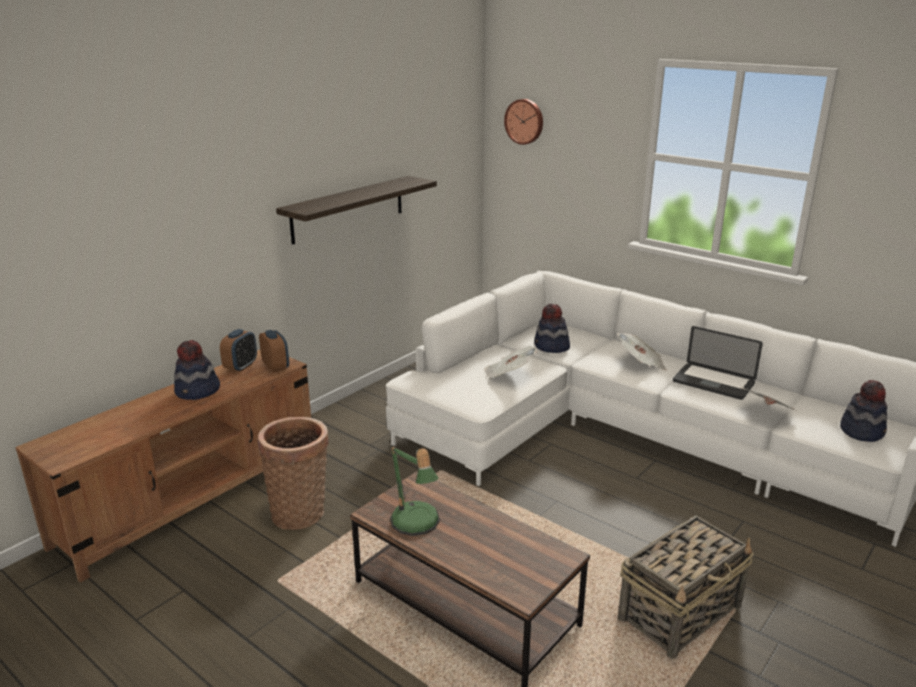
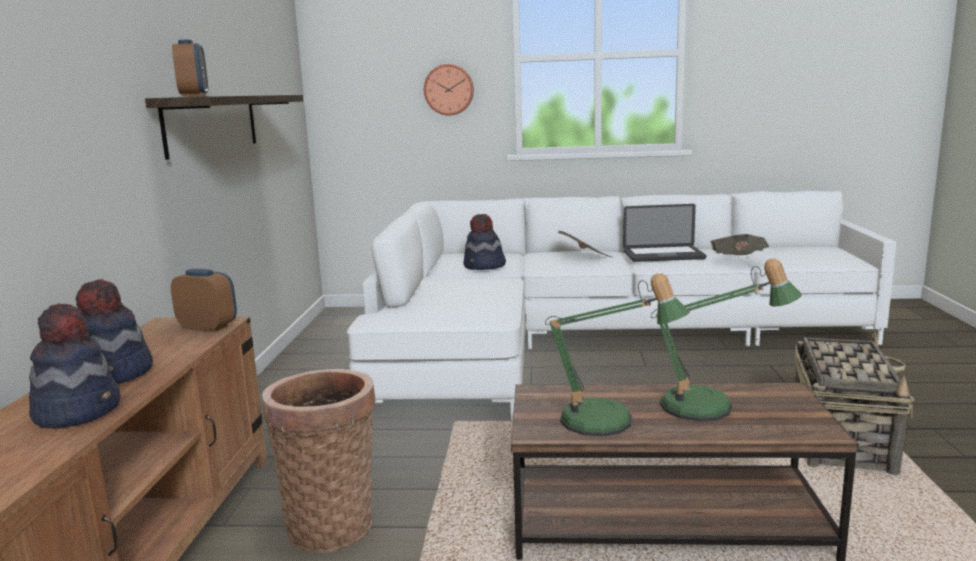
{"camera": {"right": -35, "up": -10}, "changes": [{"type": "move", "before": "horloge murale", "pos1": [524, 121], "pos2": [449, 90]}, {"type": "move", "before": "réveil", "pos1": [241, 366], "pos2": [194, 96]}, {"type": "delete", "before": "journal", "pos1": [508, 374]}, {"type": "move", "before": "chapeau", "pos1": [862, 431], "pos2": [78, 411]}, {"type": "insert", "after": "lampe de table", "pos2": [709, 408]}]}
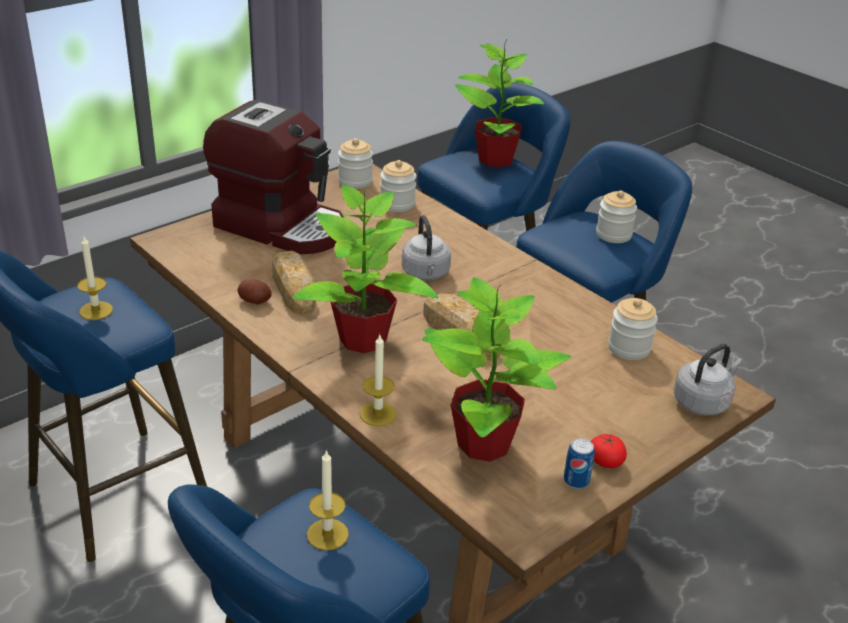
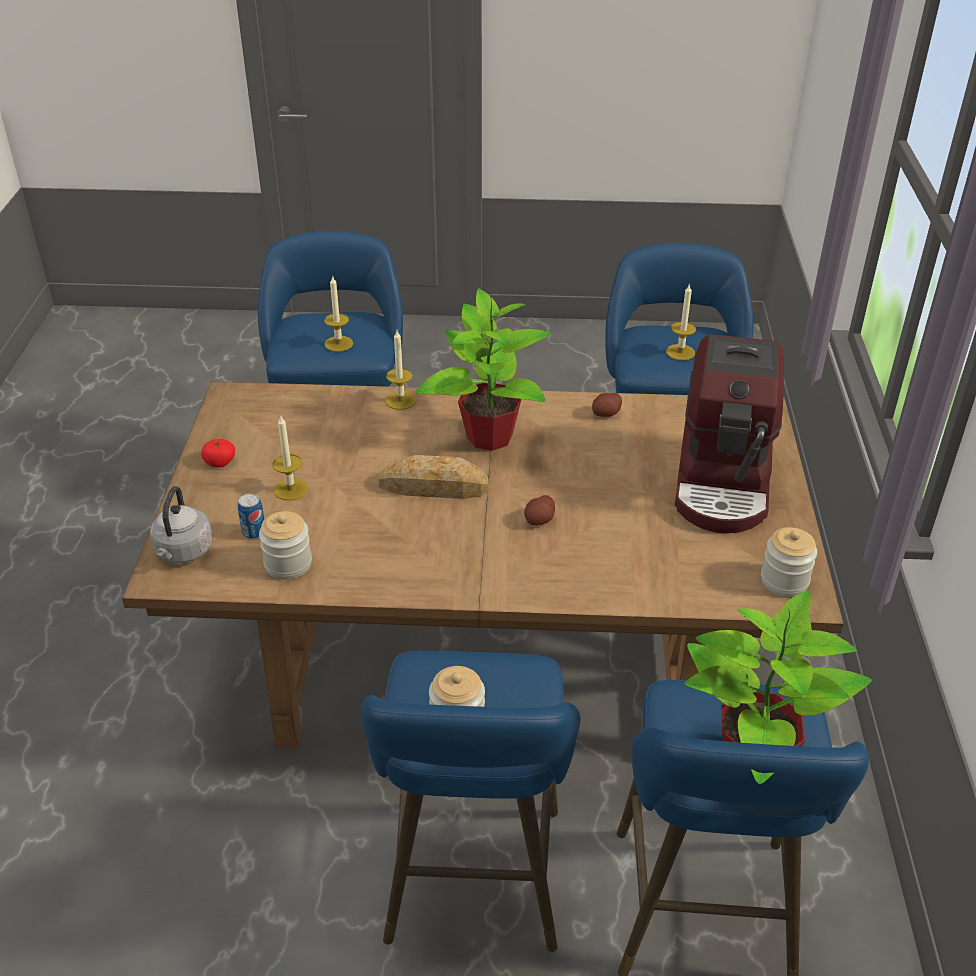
{"camera": {"right": 135, "up": 5}, "changes": [{"type": "rotate", "before": "machine à café", "pos1": [281, 226], "pos2": [724, 482], "turn": -60}, {"type": "delete", "before": "bocal", "pos1": [397, 204]}, {"type": "replace", "before": "bouilloire/gris", "after": "pomme de terre", "pos1": [426, 274], "pos2": [539, 520]}, {"type": "delete", "before": "pain", "pos1": [293, 287]}, {"type": "delete", "before": "plante en pot", "pos1": [485, 444]}, {"type": "move", "before": "boîte métallique", "pos1": [576, 481], "pos2": [254, 532]}, {"type": "insert", "after": "bougie", "pos2": [290, 489]}]}
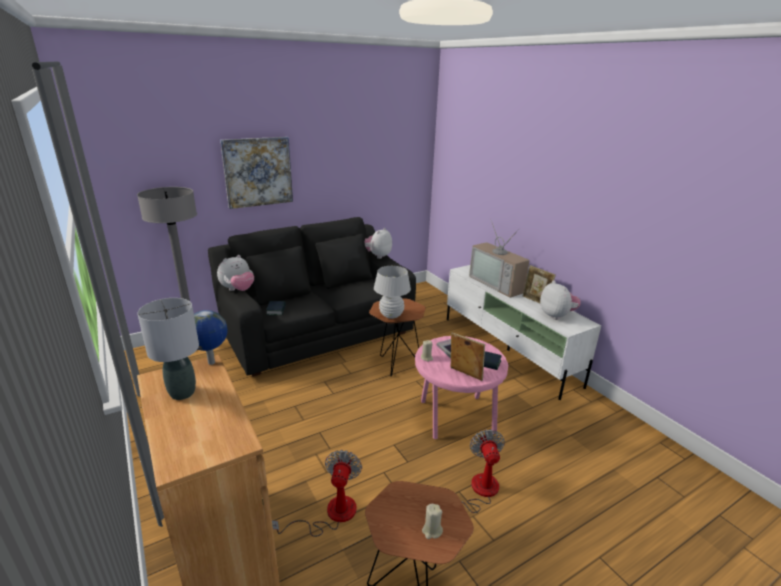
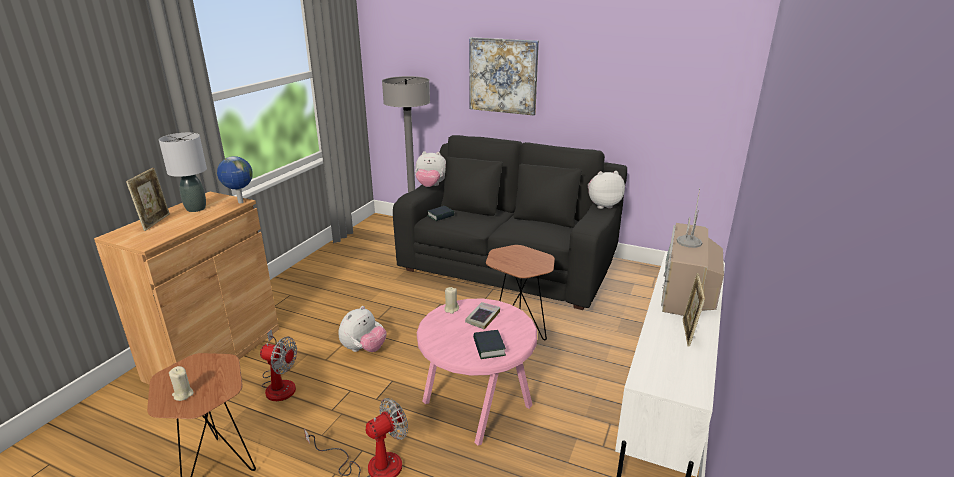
{"camera": {"right": 55, "up": 0}, "changes": [{"type": "delete", "before": "lampe de table/blanc", "pos1": [391, 315]}, {"type": "move", "before": "peluche", "pos1": [557, 315], "pos2": [364, 349]}, {"type": "move", "before": "cadre photo", "pos1": [465, 374], "pos2": [155, 222]}, {"type": "rotate", "before": "ventilateur", "pos1": [331, 514], "pos2": [280, 384], "turn": 45}]}
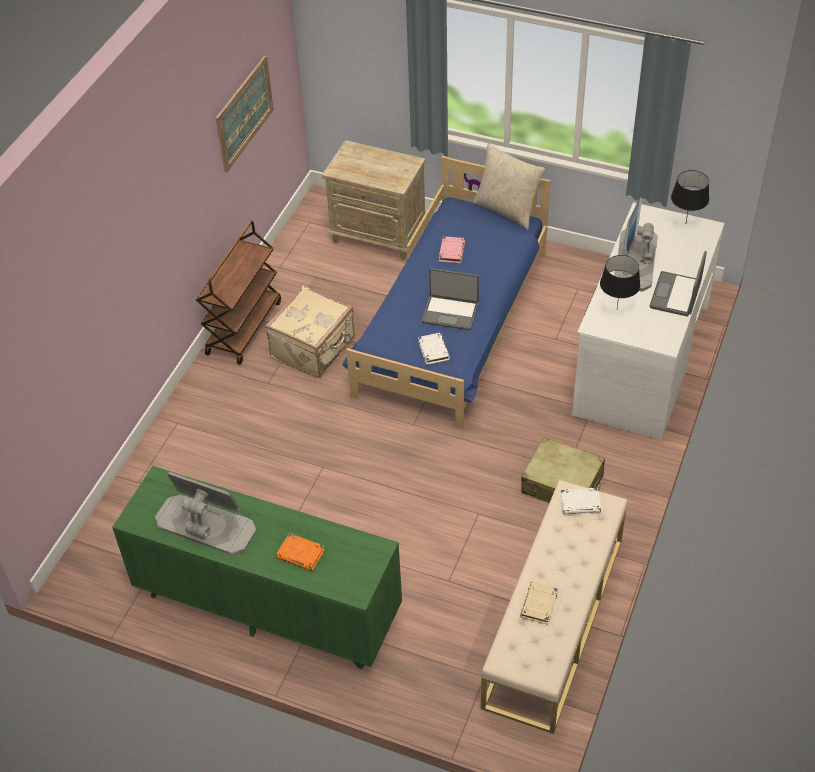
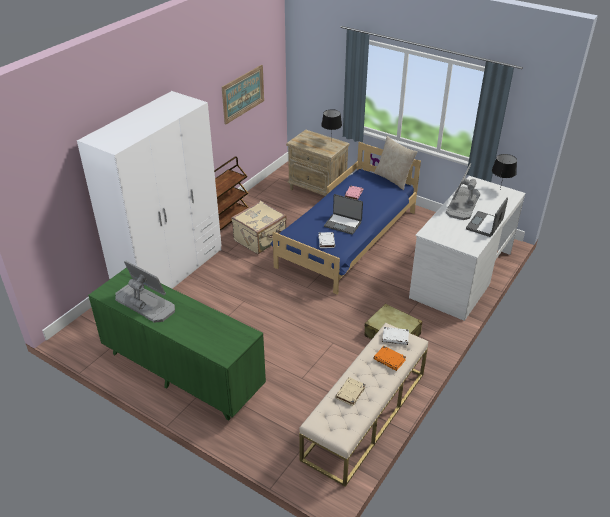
{"camera": {"right": 10, "up": -10}, "changes": [{"type": "move", "before": "lampe de table/noir", "pos1": [617, 309], "pos2": [331, 141]}, {"type": "move", "before": "livre/orange", "pos1": [301, 554], "pos2": [390, 360]}, {"type": "insert", "after": "armoire/blanc", "pos2": [170, 271]}]}
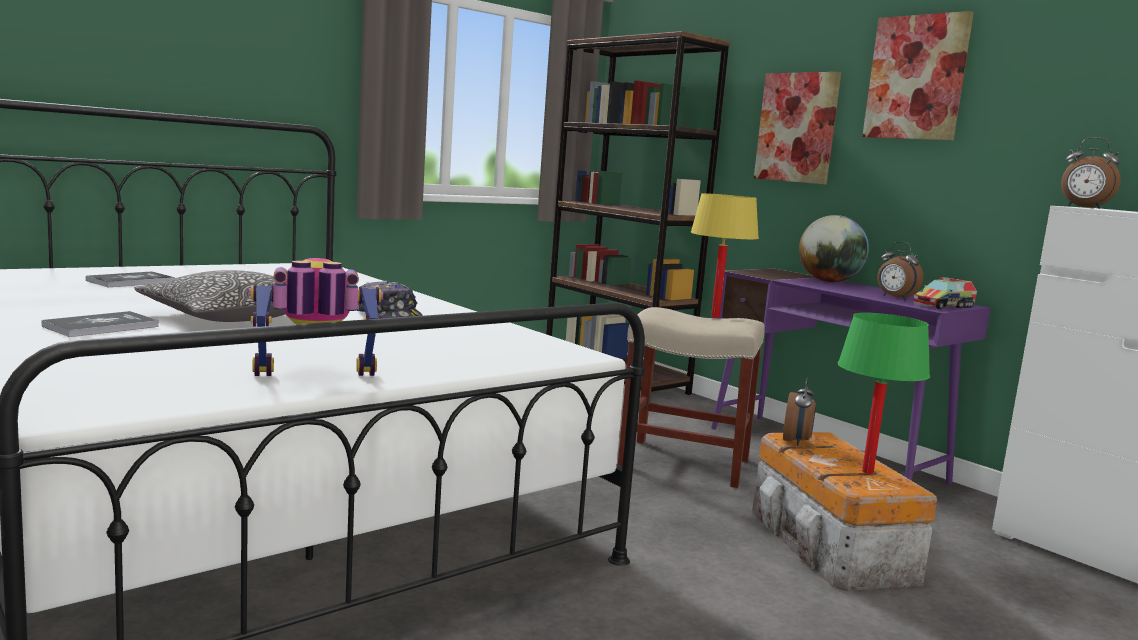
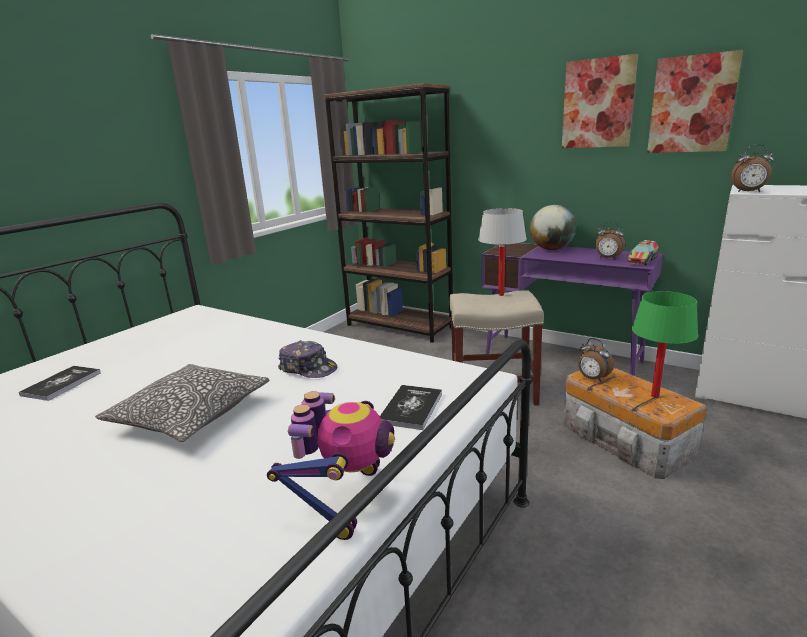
{"camera": {"right": -15, "up": 10}, "changes": [{"type": "move", "before": "tableau", "pos1": [797, 127], "pos2": [692, 104]}, {"type": "recolor", "before": "lampe de table/jaune", "after": "lampe de table/blanc", "pos1": [715, 317], "pos2": [501, 295]}, {"type": "rotate", "before": "robot jouet", "pos1": [315, 379], "pos2": [344, 498], "turn": 135}, {"type": "move", "before": "livre", "pos1": [101, 326], "pos2": [411, 408]}, {"type": "rotate", "before": "réveil", "pos1": [796, 441], "pos2": [592, 378], "turn": 135}]}
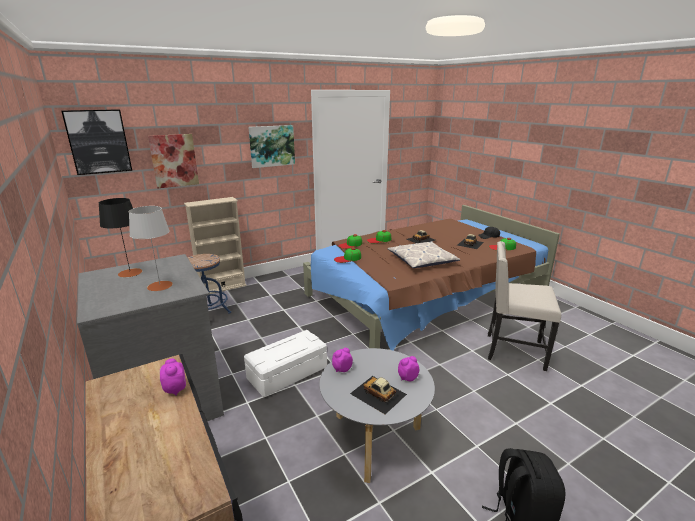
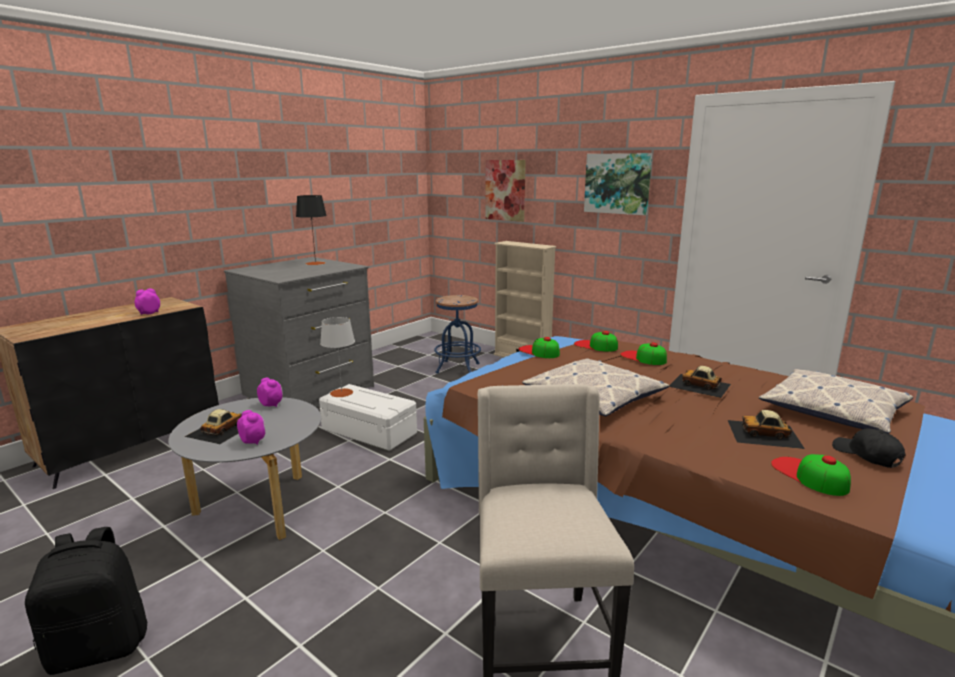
{"camera": {"right": 70, "up": -5}, "changes": [{"type": "delete", "before": "tableau", "pos1": [98, 141]}, {"type": "move", "before": "lampe de table/gris", "pos1": [160, 286], "pos2": [341, 393]}, {"type": "insert", "after": "coussin", "pos2": [833, 411]}]}
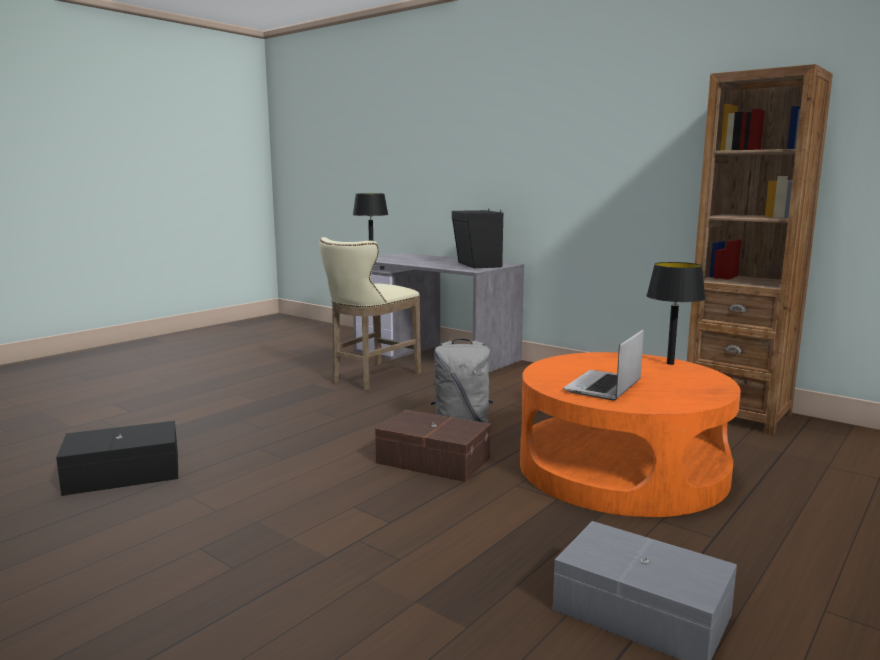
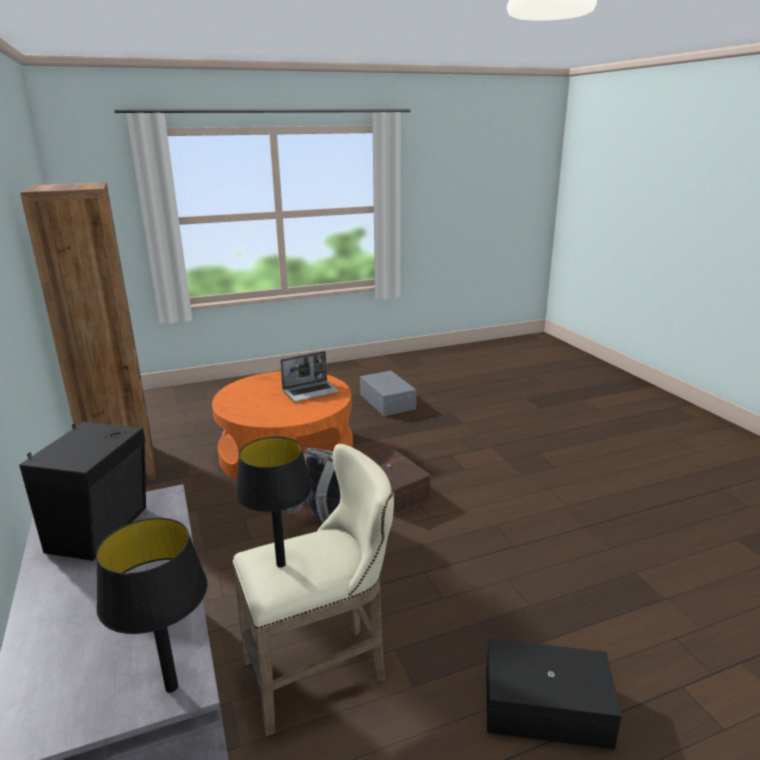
{"camera": {"right": -150, "up": 10}, "changes": [{"type": "move", "before": "lampe de table/noir", "pos1": [670, 363], "pos2": [281, 564]}, {"type": "move", "before": "boîte de rangement/noir", "pos1": [124, 474], "pos2": [544, 705]}]}
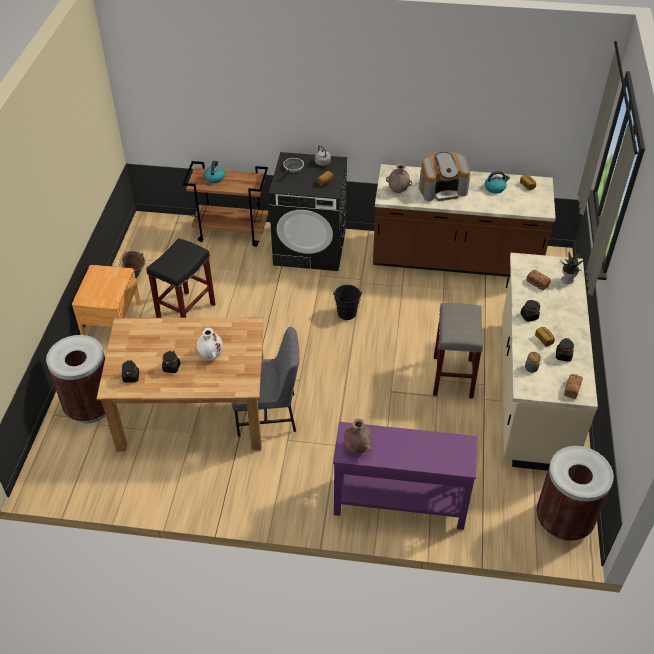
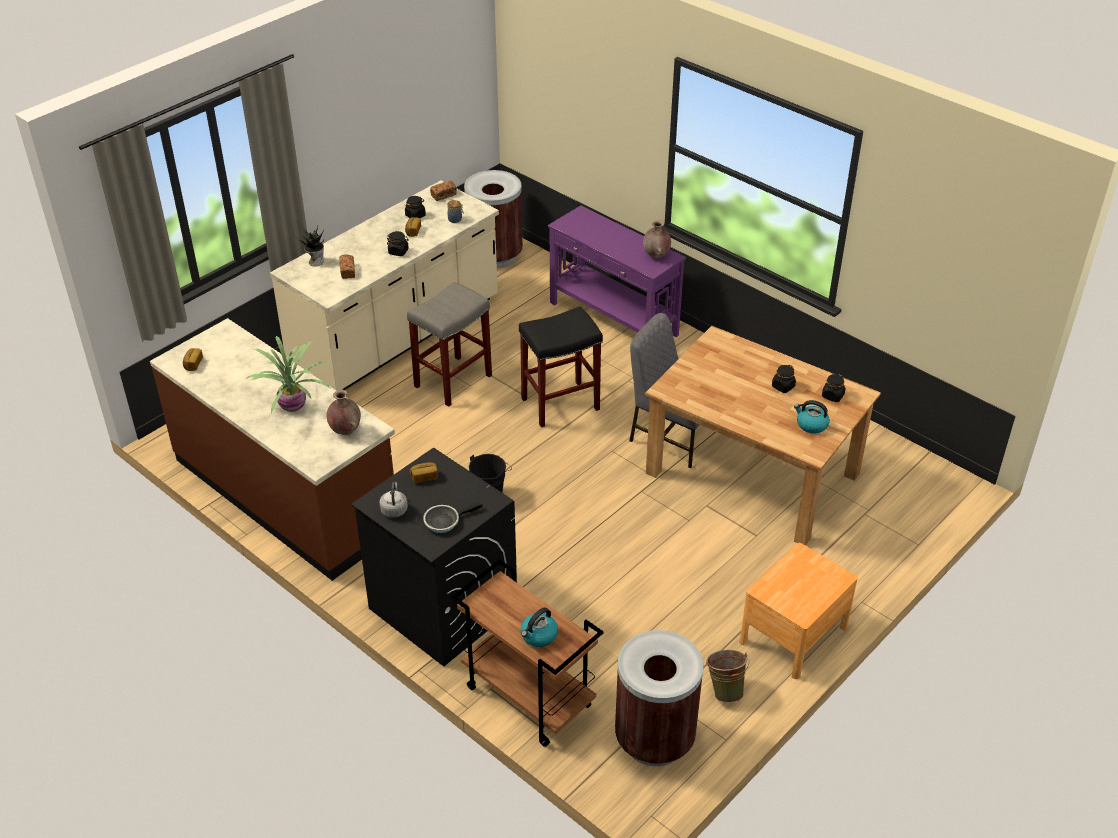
{"camera": {"right": -145, "up": -5}, "changes": [{"type": "replace", "before": "machine à café", "after": "plante en pot", "pos1": [442, 189], "pos2": [291, 407]}, {"type": "move", "before": "bouilloire", "pos1": [495, 188], "pos2": [811, 425]}, {"type": "move", "before": "tabouret/noir", "pos1": [186, 312], "pos2": [559, 404]}, {"type": "delete", "before": "vase/blanc", "pos1": [211, 355]}, {"type": "move", "before": "poubelle/marron", "pos1": [90, 406], "pos2": [654, 739]}]}
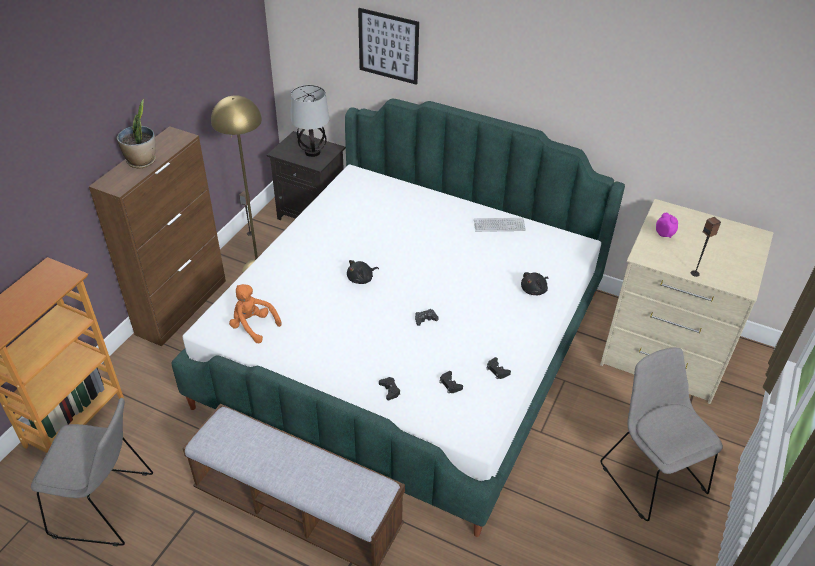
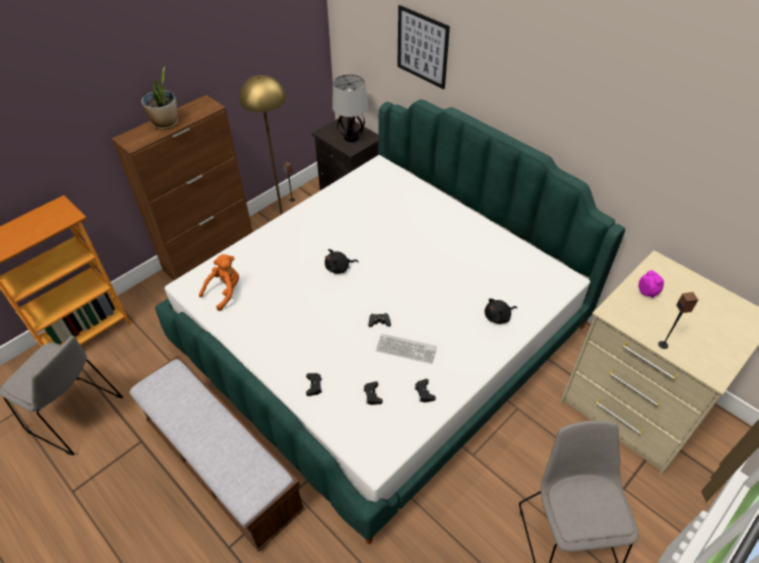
{"camera": {"right": 20, "up": 5}, "changes": [{"type": "move", "before": "clavier", "pos1": [499, 225], "pos2": [406, 349]}, {"type": "rotate", "before": "peluche/orange", "pos1": [253, 326], "pos2": [225, 292], "turn": 75}]}
